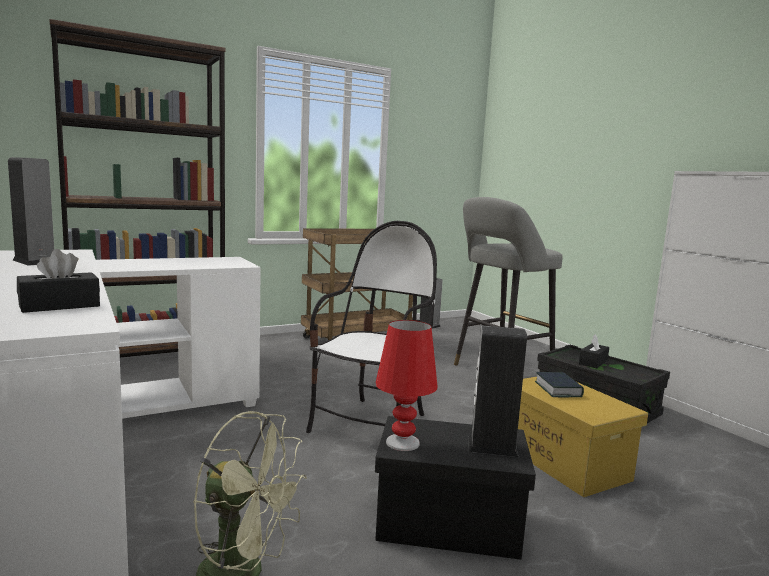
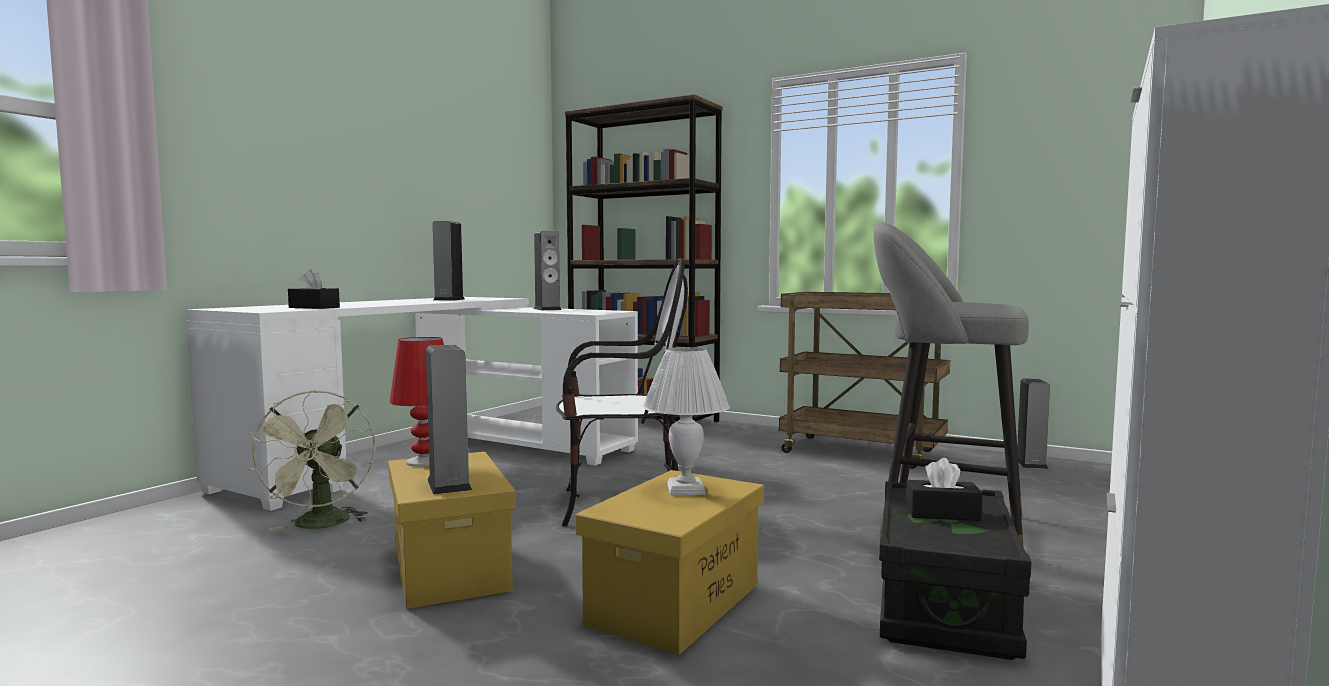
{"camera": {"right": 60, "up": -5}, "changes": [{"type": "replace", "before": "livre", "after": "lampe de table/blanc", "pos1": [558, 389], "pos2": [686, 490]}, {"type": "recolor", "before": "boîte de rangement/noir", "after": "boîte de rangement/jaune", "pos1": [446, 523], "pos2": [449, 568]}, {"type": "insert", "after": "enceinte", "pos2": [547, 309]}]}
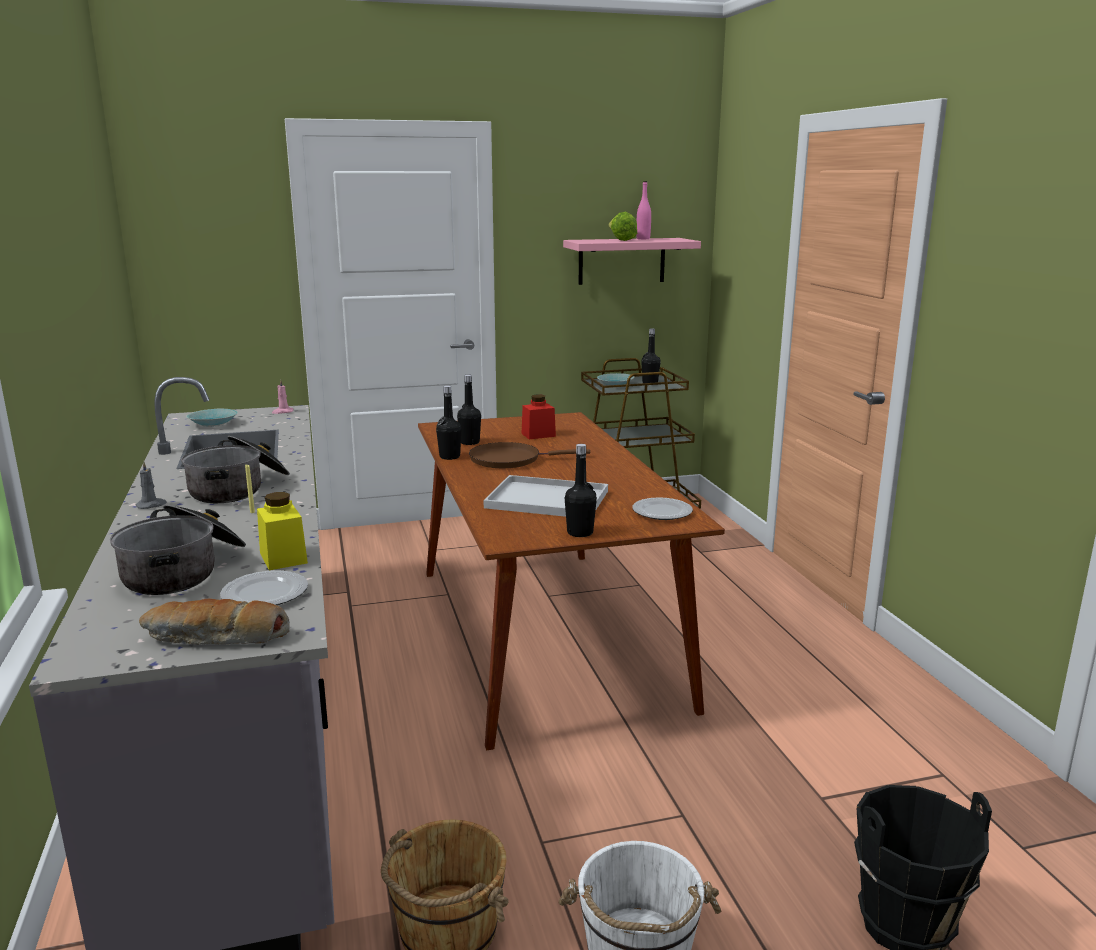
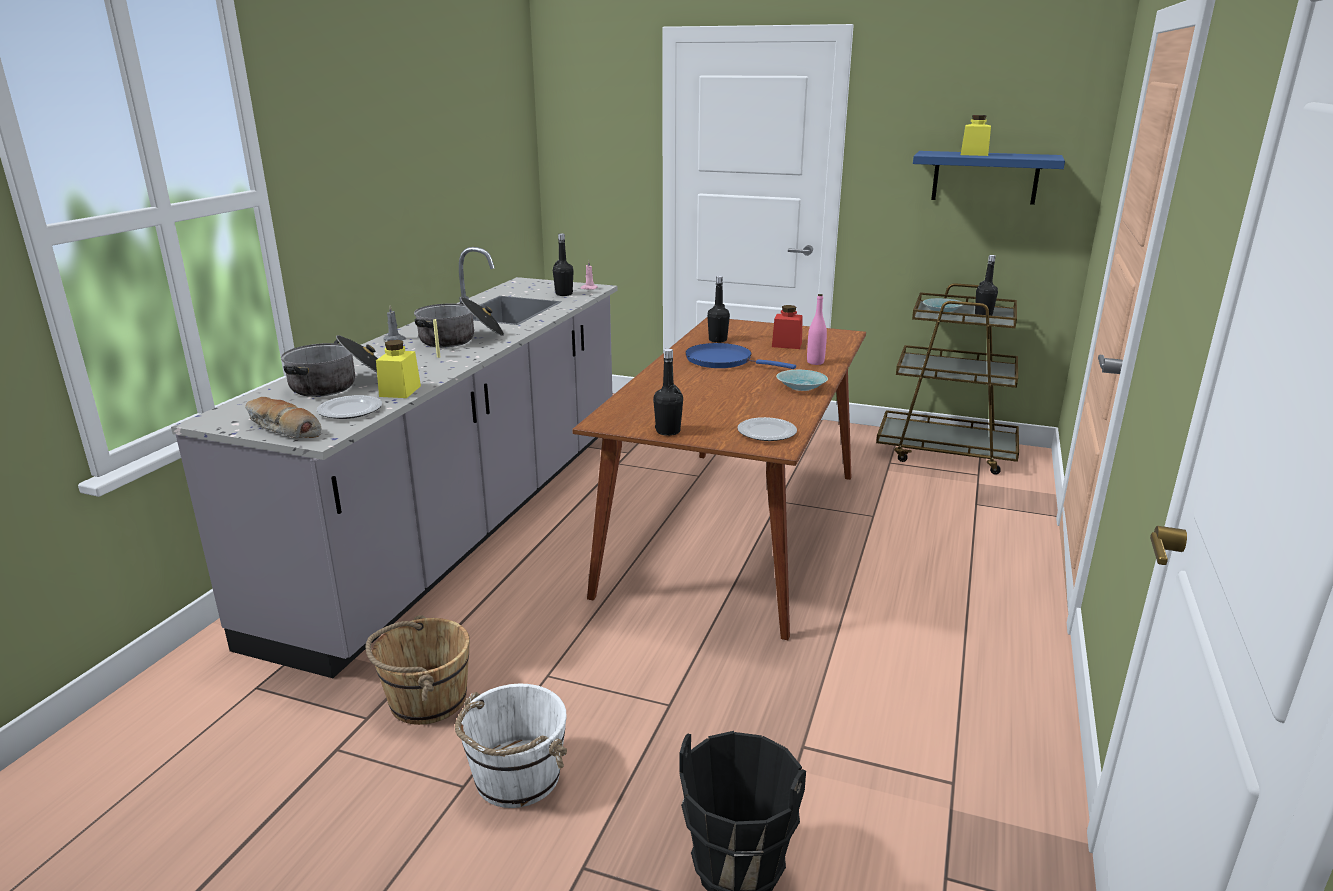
{"camera": {"right": 35, "up": 5}, "changes": [{"type": "move", "before": "bouteille/rose", "pos1": [643, 239], "pos2": [815, 362]}, {"type": "replace", "before": "laitue", "after": "bocal/jaune", "pos1": [620, 240], "pos2": [974, 154]}, {"type": "recolor", "before": "étagère/rose", "after": "étagère/bleu", "pos1": [621, 261], "pos2": [985, 177]}, {"type": "move", "before": "bouteille/noir", "pos1": [449, 457], "pos2": [564, 294]}, {"type": "move", "before": "bol/turquoise", "pos1": [212, 424], "pos2": [799, 387]}, {"type": "recolor", "before": "poêle/marron", "after": "poêle/bleu", "pos1": [510, 460], "pos2": [723, 361]}, {"type": "delete", "before": "plateau/blanc", "pos1": [544, 499]}]}
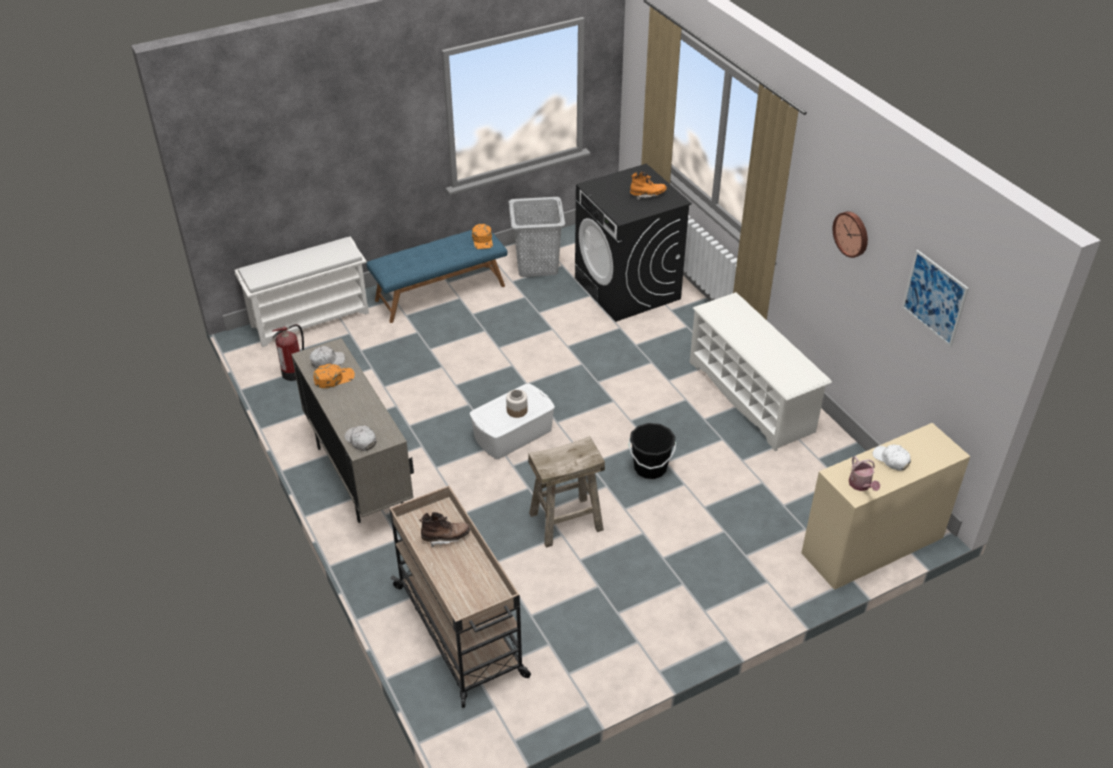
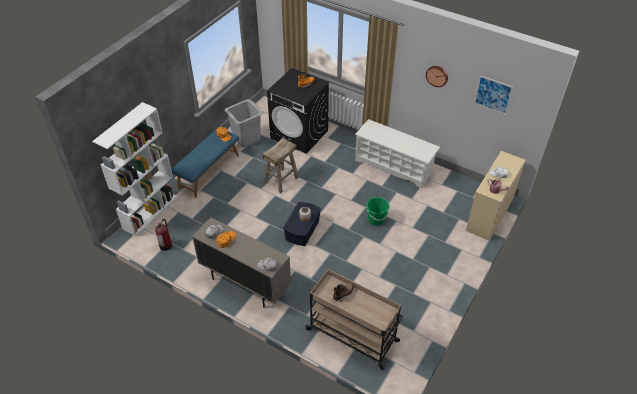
{"camera": {"right": -30, "up": 5}, "changes": [{"type": "replace", "before": "étagère à chaussures/blanc", "after": "bibliothèque/blanc", "pos1": [311, 318], "pos2": [150, 212]}, {"type": "recolor", "before": "boîte de rangement/blanc", "after": "boîte de rangement/bleu", "pos1": [512, 434], "pos2": [302, 230]}, {"type": "recolor", "before": "seau/noir", "after": "seau/vert", "pos1": [650, 468], "pos2": [376, 219]}, {"type": "move", "before": "tabouret/beige", "pos1": [566, 521], "pos2": [281, 180]}]}
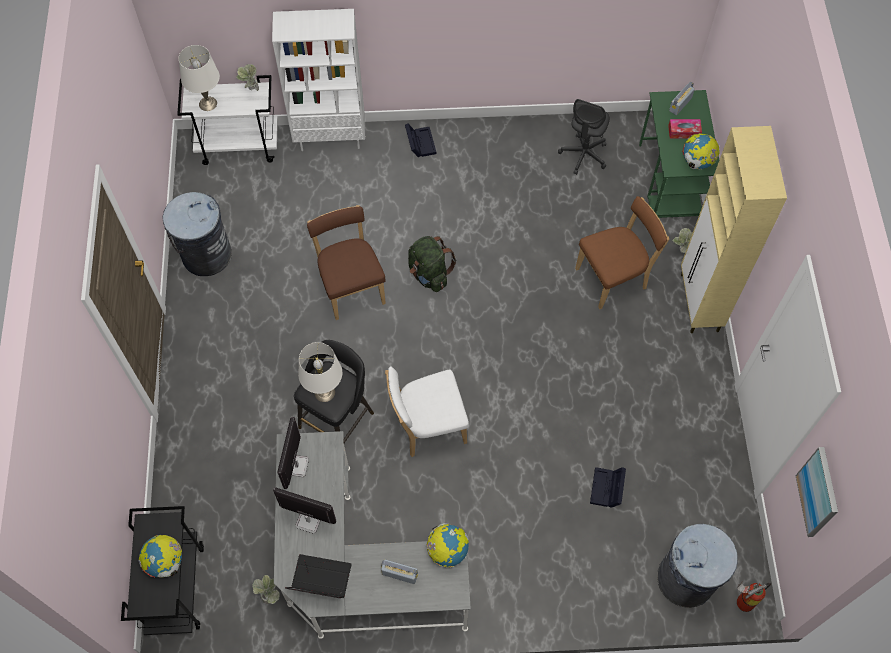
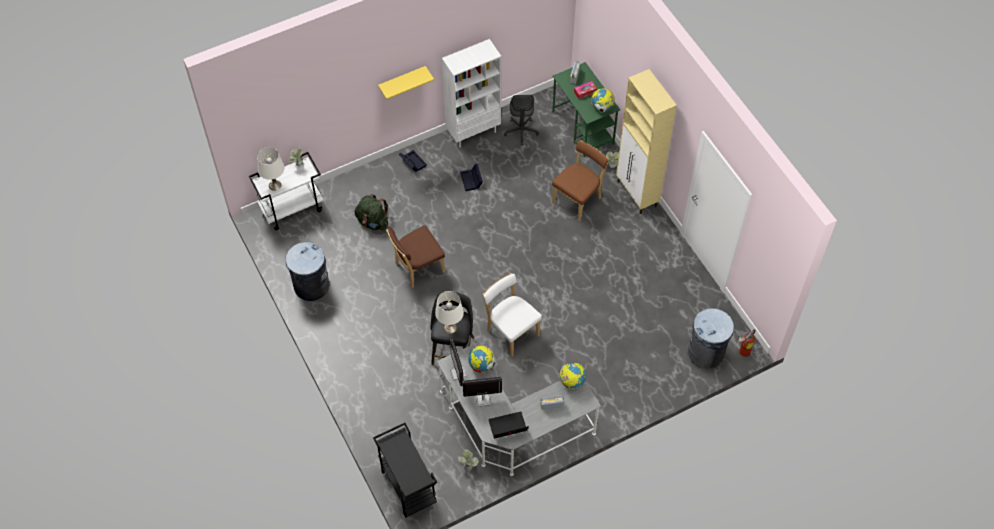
{"camera": {"right": -25, "up": -5}, "changes": [{"type": "move", "before": "bibliothèque/blanc", "pos1": [331, 137], "pos2": [473, 132]}, {"type": "rotate", "before": "chaise/marron", "pos1": [351, 287], "pos2": [417, 268], "turn": -75}, {"type": "move", "before": "sac à dos/vert", "pos1": [429, 274], "pos2": [373, 222]}, {"type": "rotate", "before": "chaise/blanc", "pos1": [427, 426], "pos2": [511, 331], "turn": 90}, {"type": "delete", "before": "tableau", "pos1": [818, 492]}, {"type": "move", "before": "boîte de rangement/noir", "pos1": [607, 490], "pos2": [472, 181]}, {"type": "move", "before": "globe", "pos1": [165, 562], "pos2": [481, 365]}, {"type": "insert", "after": "étagère/jaune", "pos2": [402, 81]}]}
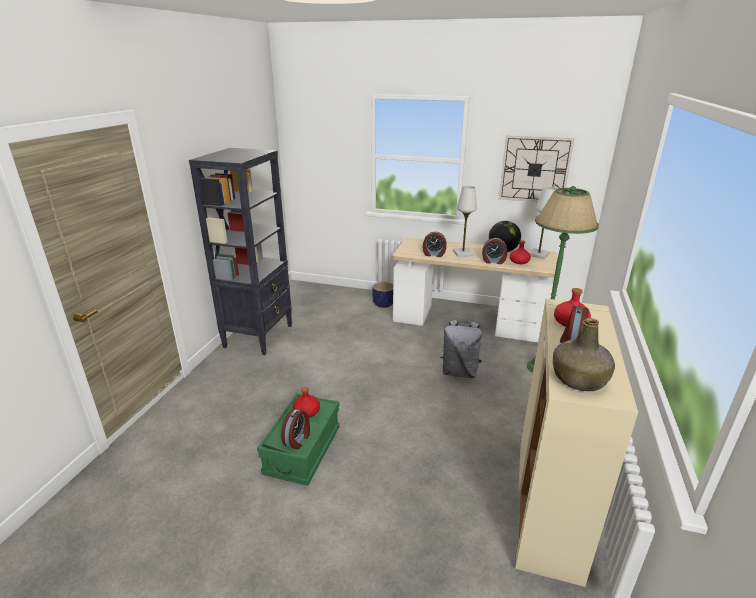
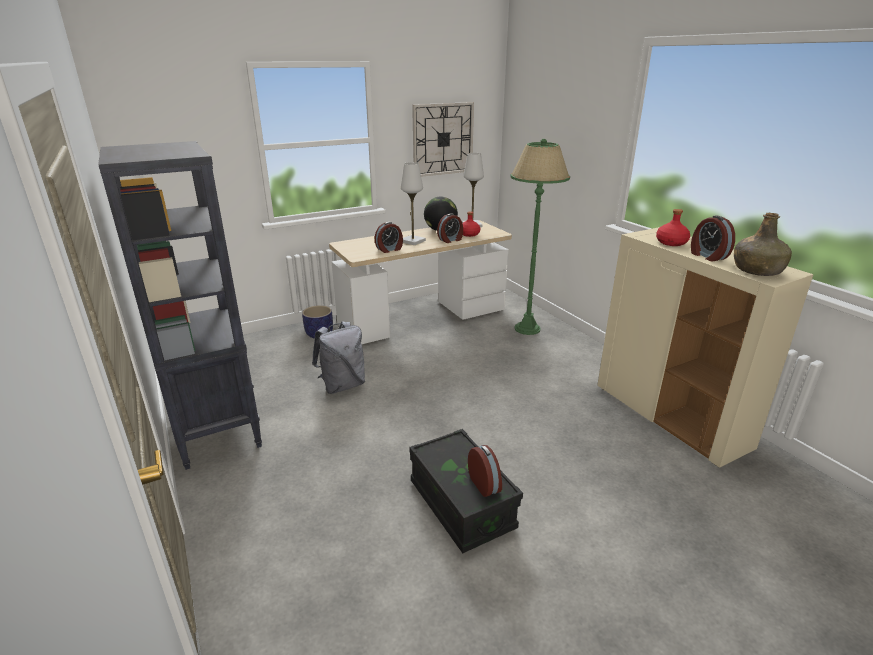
{"camera": {"right": -45, "up": 0}, "changes": [{"type": "move", "before": "sac à dos/gris", "pos1": [459, 372], "pos2": [342, 385]}, {"type": "delete", "before": "bouteille/rouge", "pos1": [306, 412]}, {"type": "recolor", "before": "boîte de rangement/vert", "after": "boîte de rangement/noir", "pos1": [303, 451], "pos2": [461, 505]}]}
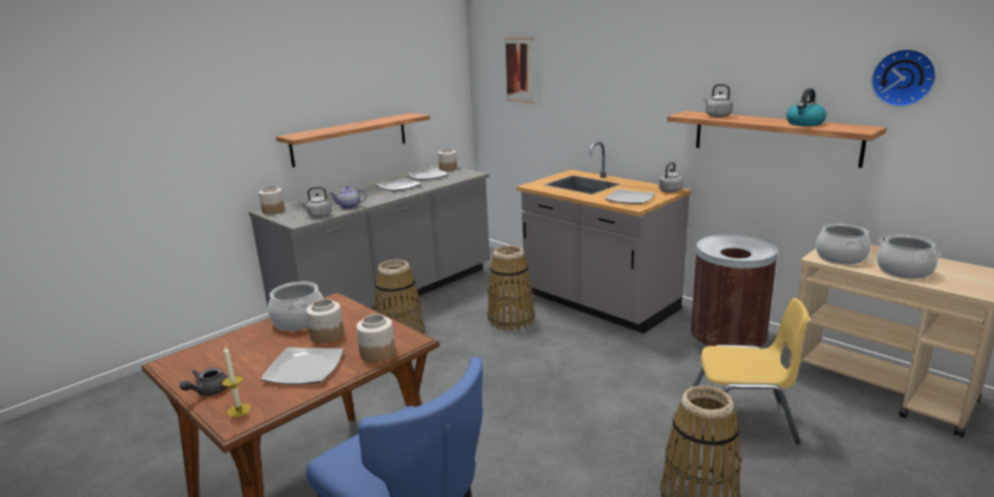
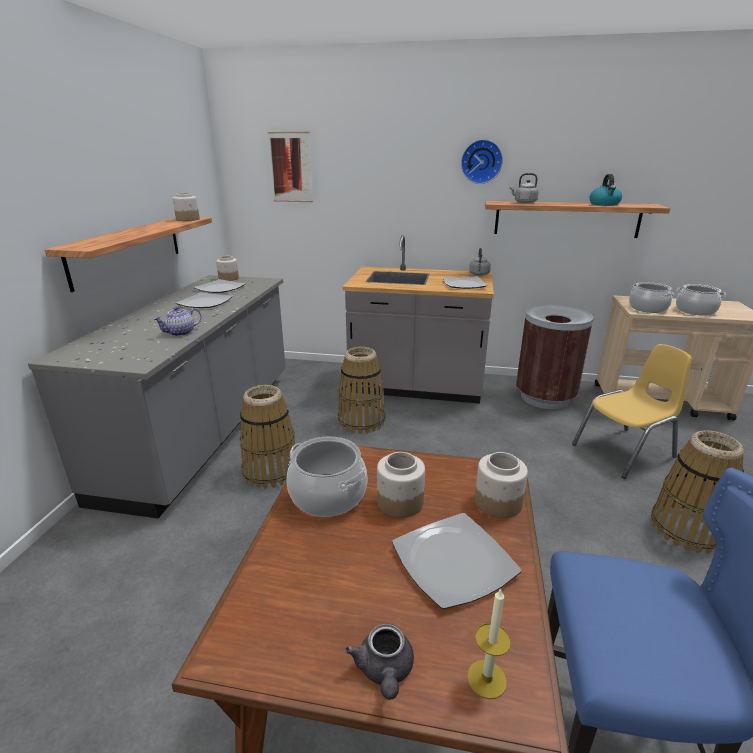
{"camera": {"right": -35, "up": 5}, "changes": [{"type": "move", "before": "horloge murale", "pos1": [904, 77], "pos2": [481, 161]}, {"type": "move", "before": "bocal", "pos1": [273, 210], "pos2": [188, 219]}, {"type": "delete", "before": "bouilloire/gris", "pos1": [318, 215]}]}
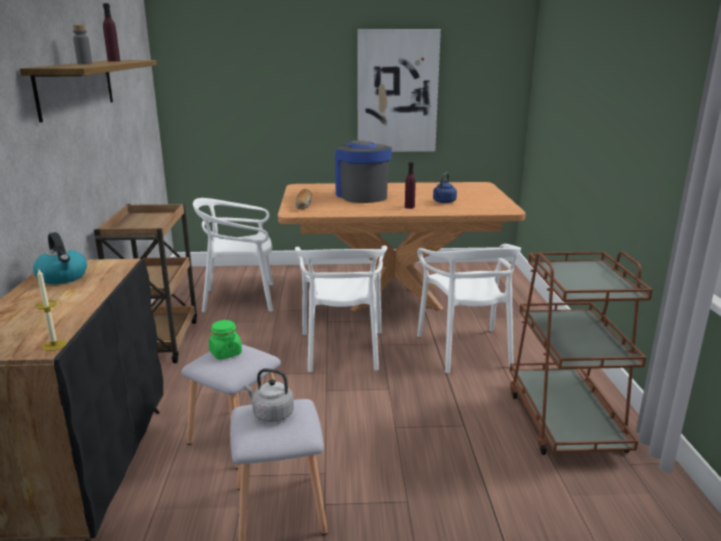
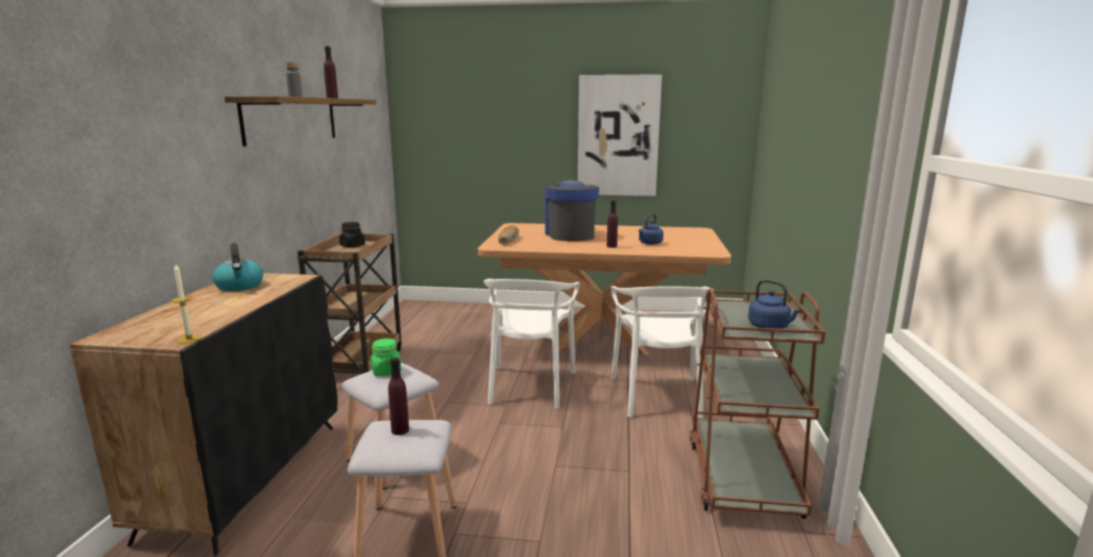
{"camera": {"right": 10, "up": -5}, "changes": [{"type": "delete", "before": "chaise/blanc", "pos1": [240, 299]}, {"type": "replace", "before": "bouilloire/gris", "after": "bouteille/violet", "pos1": [271, 414], "pos2": [400, 430]}, {"type": "insert", "after": "bocal/noir", "pos2": [352, 246]}, {"type": "insert", "after": "bouilloire/bleu", "pos2": [770, 327]}]}
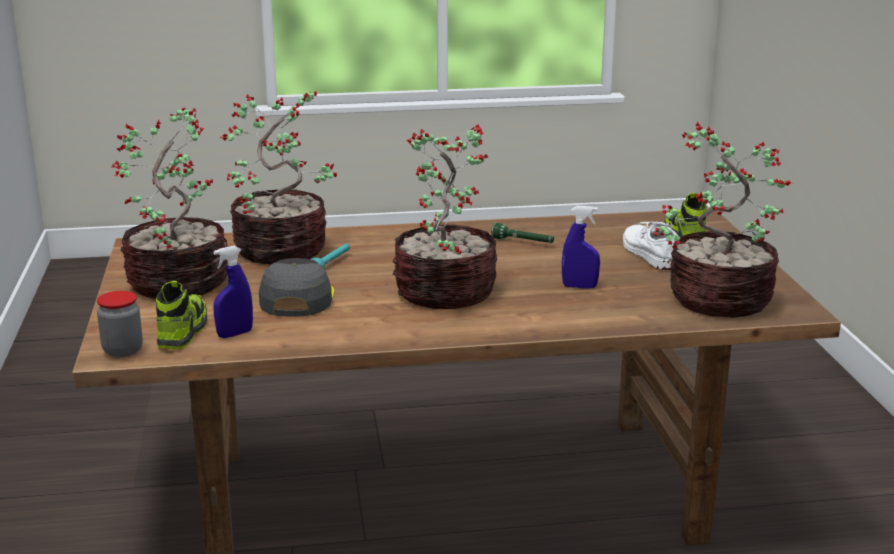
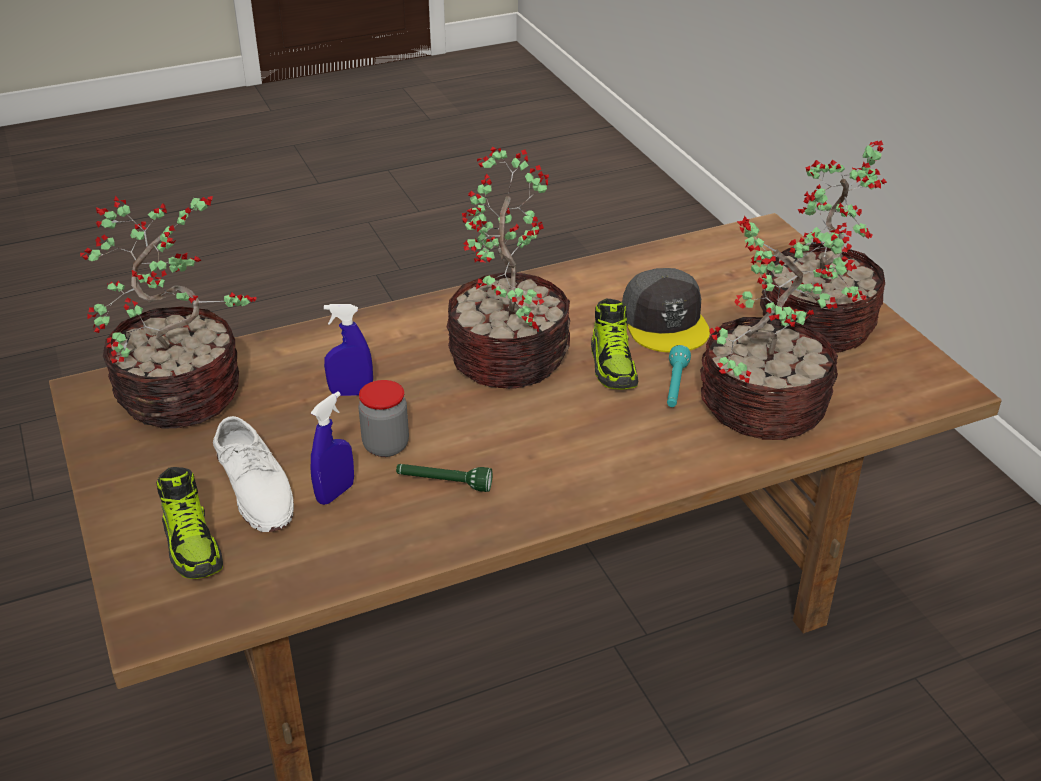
{"camera": {"right": 165, "up": 15}, "changes": [{"type": "move", "before": "vaporisateur/bleu", "pos1": [235, 334], "pos2": [335, 493]}, {"type": "move", "before": "chaussure", "pos1": [182, 332], "pos2": [613, 366]}, {"type": "move", "before": "bocal", "pos1": [123, 350], "pos2": [386, 446]}]}
